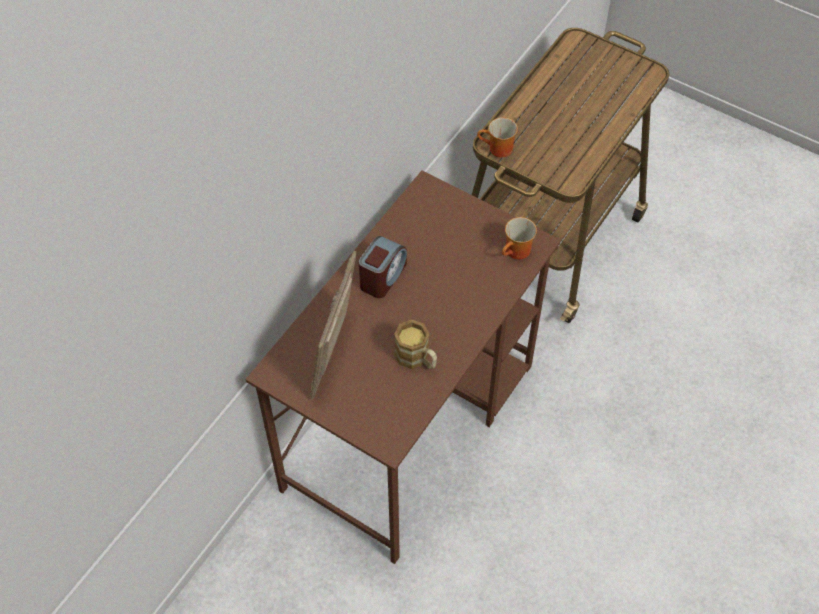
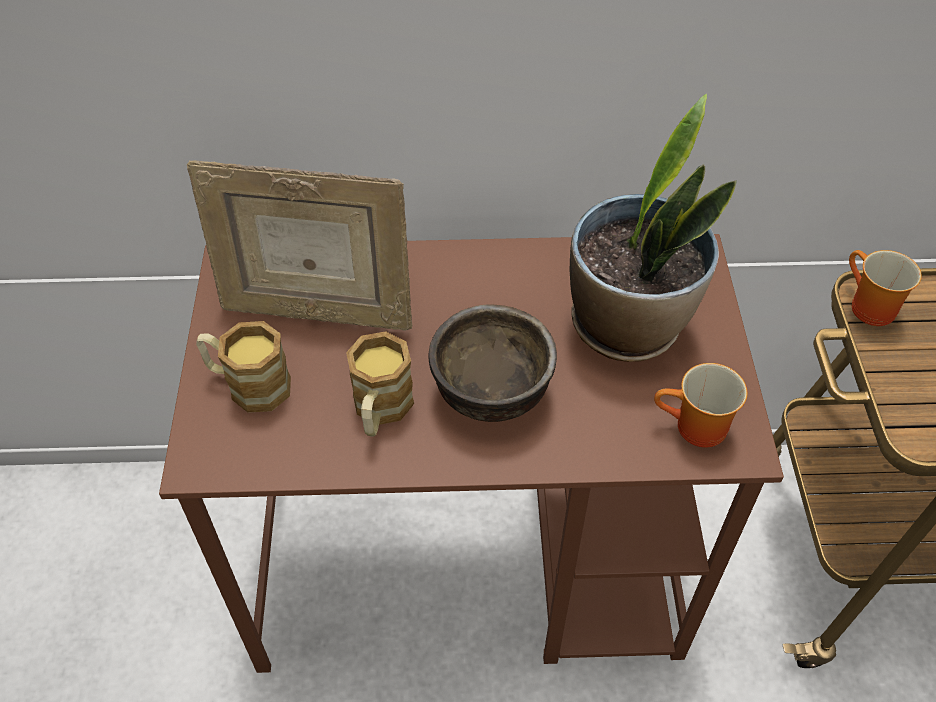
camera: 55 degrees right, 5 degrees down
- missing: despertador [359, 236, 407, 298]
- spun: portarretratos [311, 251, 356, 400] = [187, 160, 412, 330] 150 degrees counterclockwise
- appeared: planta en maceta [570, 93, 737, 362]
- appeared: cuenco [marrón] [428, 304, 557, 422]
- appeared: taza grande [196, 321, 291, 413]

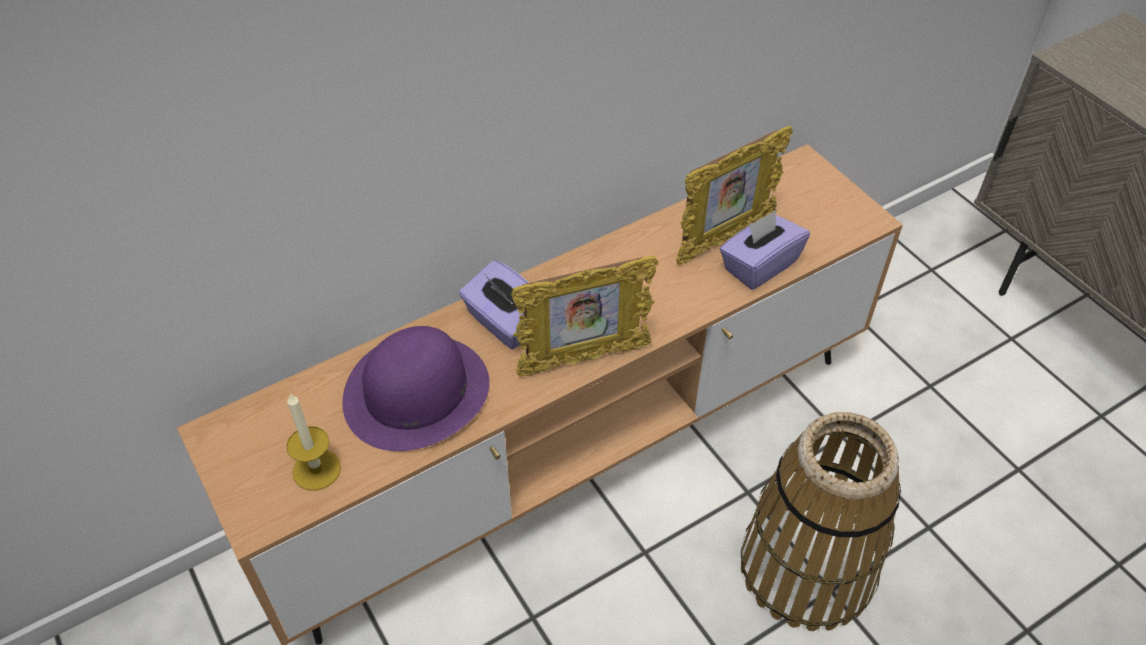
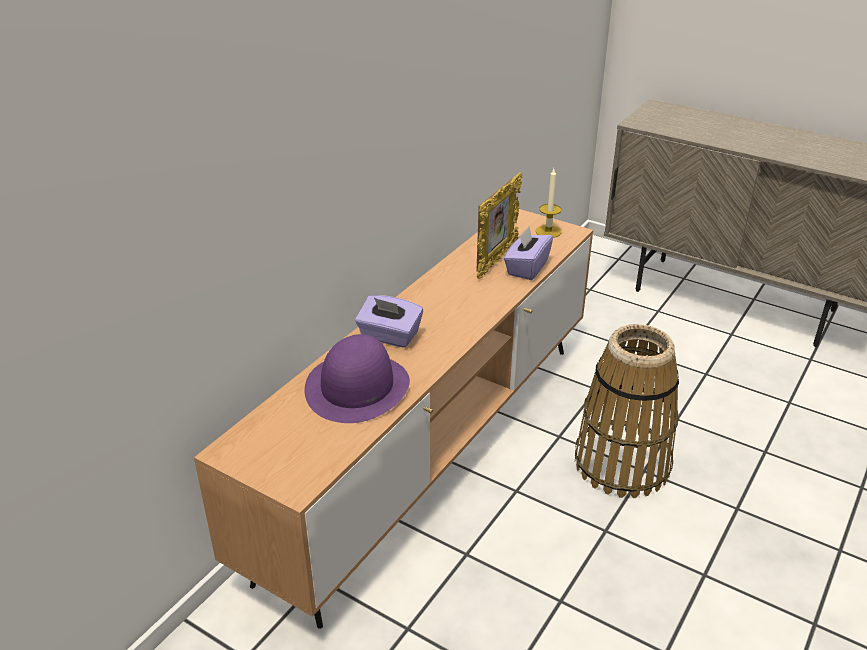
camera: 25 degrees left, 15 degrees down
- missing: portarretratos [511, 255, 658, 377]
- relocated: vela [286, 393, 341, 491] to [536, 169, 562, 238]

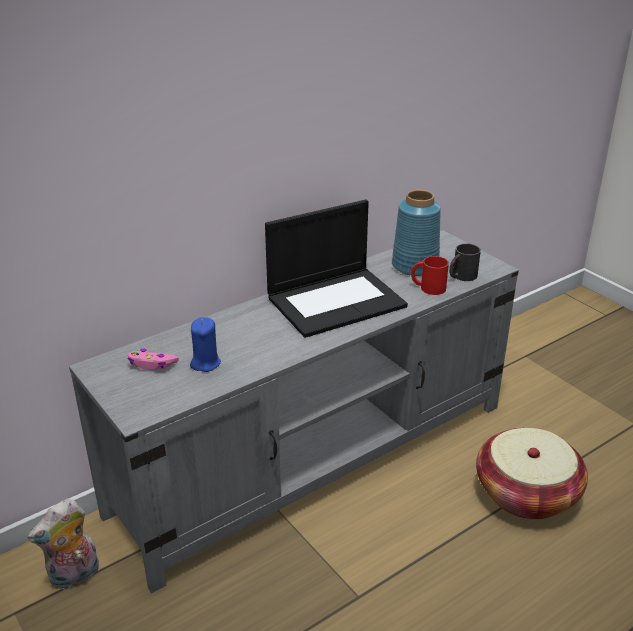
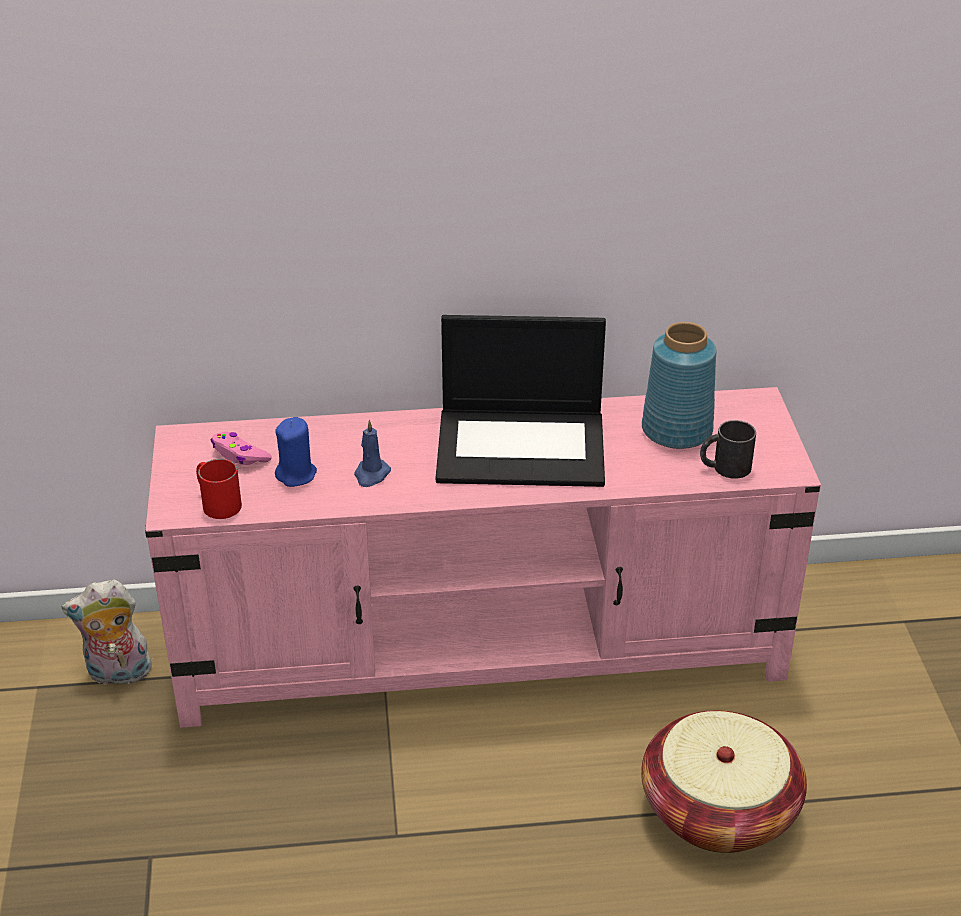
camera: 30 degrees right, 5 degrees up
- colour: mueble de televisión [gris] [69, 230, 519, 593] to mueble de televisión [rosa] [145, 387, 821, 728]
- relocated: taza grande [rojo] [411, 256, 449, 295] to [196, 459, 242, 519]
- appeared: vela [azul] [354, 420, 391, 487]

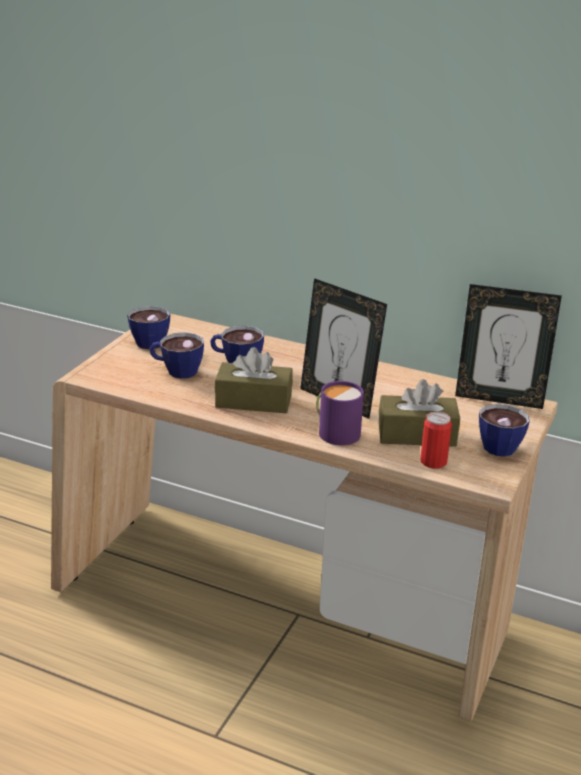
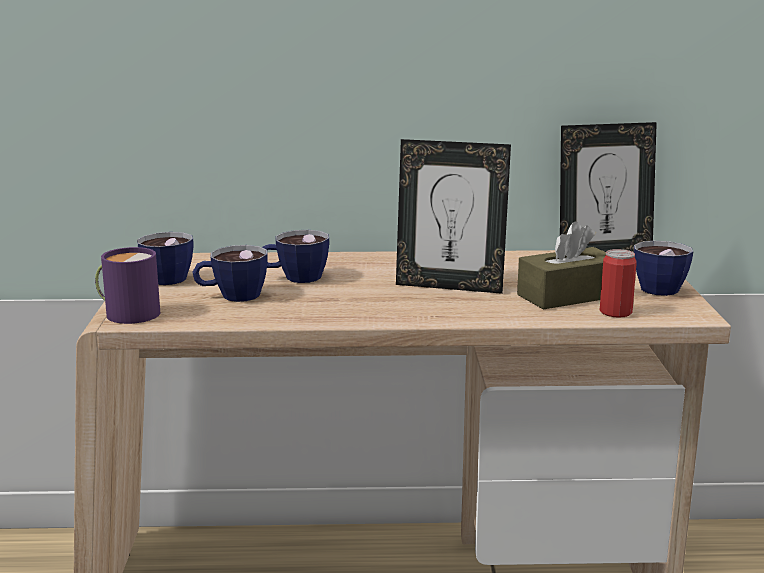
camera: 25 degrees left, 10 degrees down
- missing: caja de pañuelos [marrón] [215, 347, 293, 413]
- relocated: taza grande [morado] [316, 381, 364, 445] to [95, 247, 160, 324]

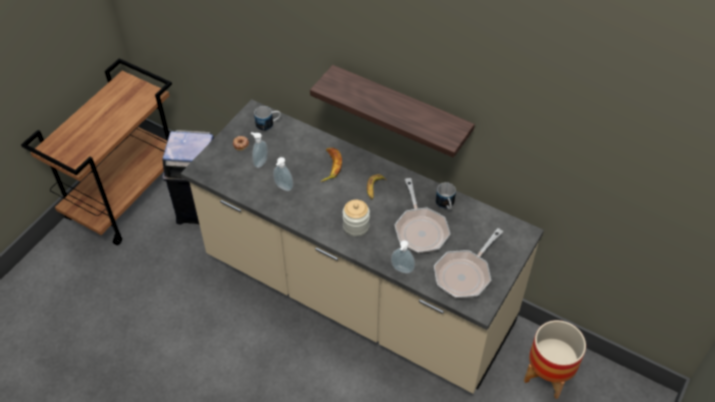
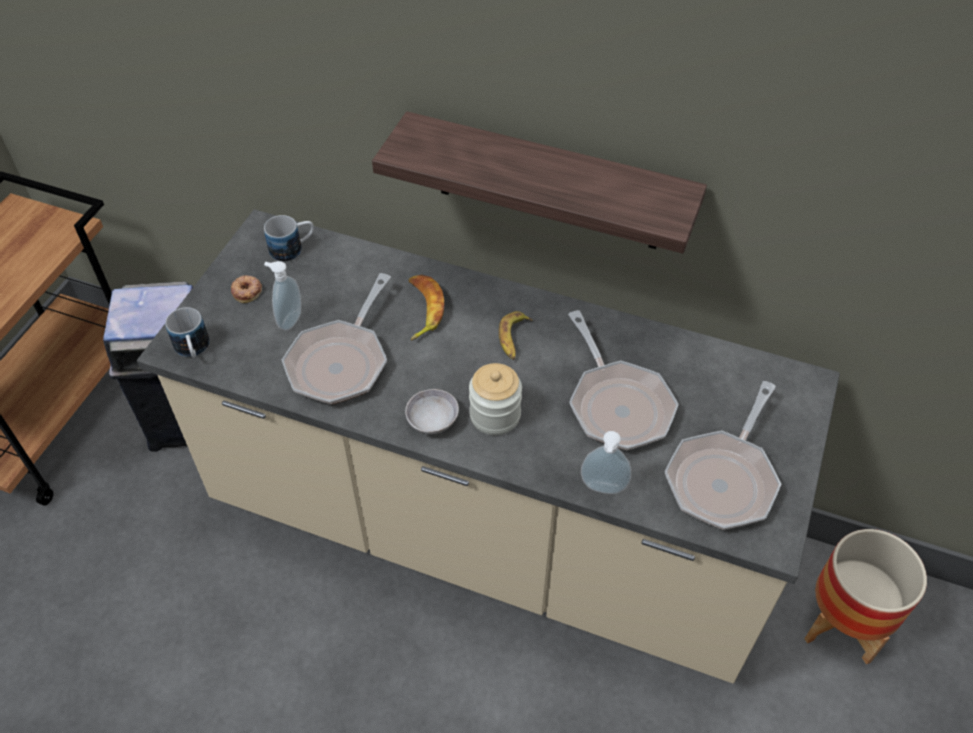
camera: 10 degrees left, 0 degrees up
- exchanged: dispensador de jabón [273, 157, 294, 191] to sartén [282, 273, 391, 404]
- relocated: taza grande [435, 182, 456, 210] to [165, 307, 210, 358]
- appeared: cuenco [gris] [405, 389, 459, 434]

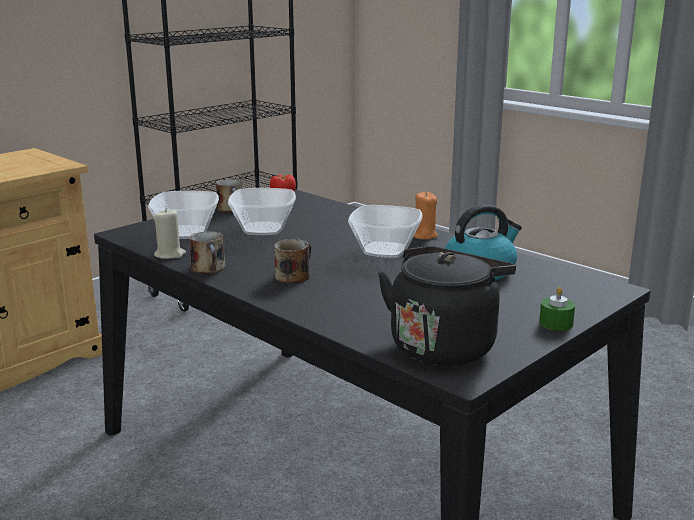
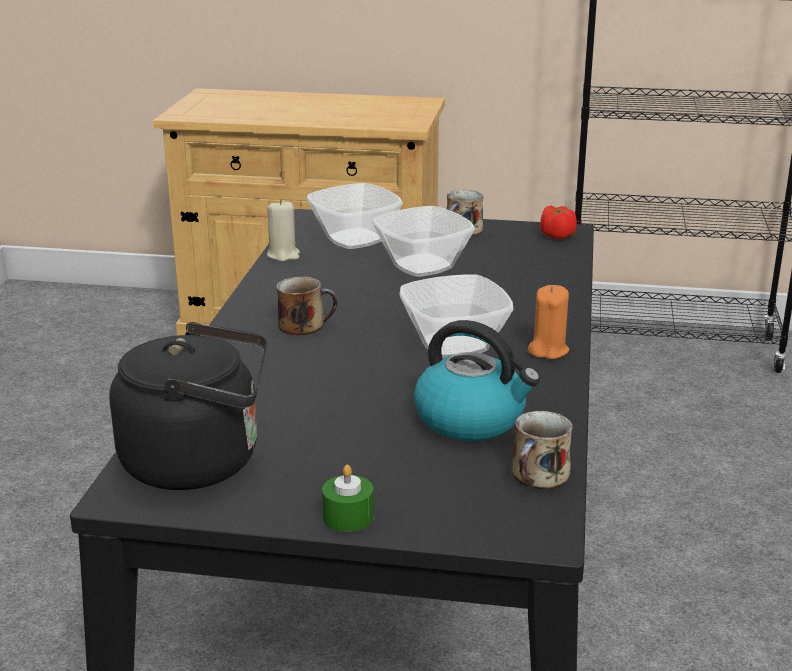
camera: 55 degrees right, 5 degrees up
- relocated: taza grande [189, 231, 225, 274] to [511, 411, 573, 489]

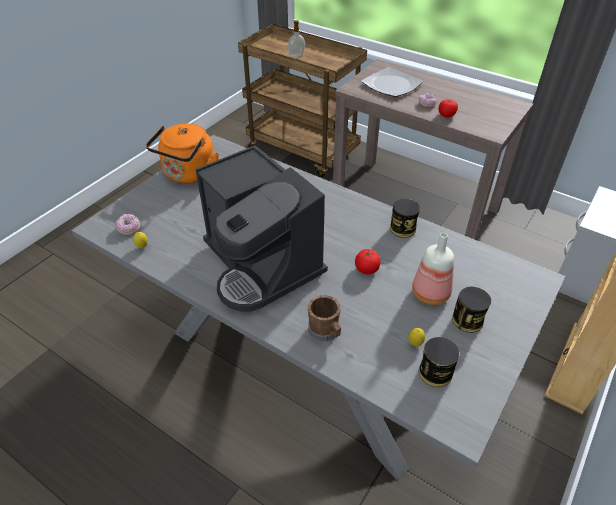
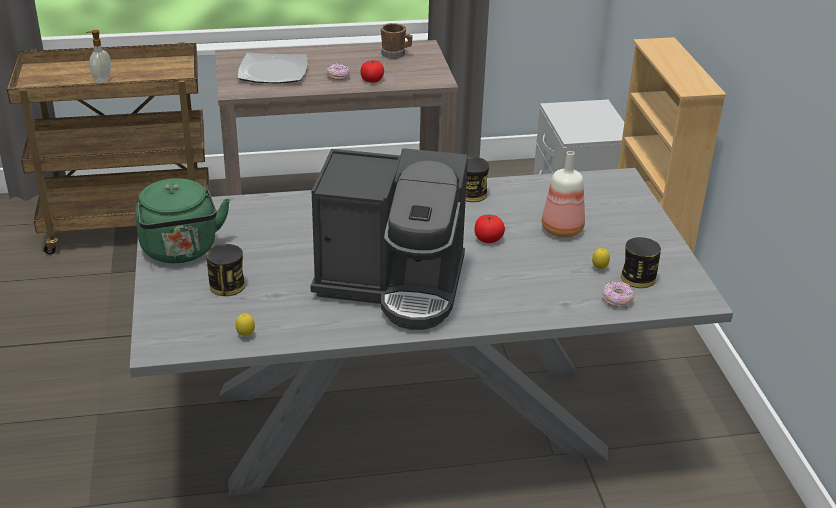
camera: 45 degrees left, 10 degrees down
- colour: hervidor [naranja] [146, 124, 219, 184] to hervidor [verde] [135, 178, 230, 263]
- relocated: rosquilla [115, 214, 140, 235] to [602, 282, 634, 307]
- relocated: lata [452, 287, 491, 333] to [206, 244, 245, 296]
- relocated: taza grande [marrón] [308, 295, 341, 342] to [381, 23, 413, 59]

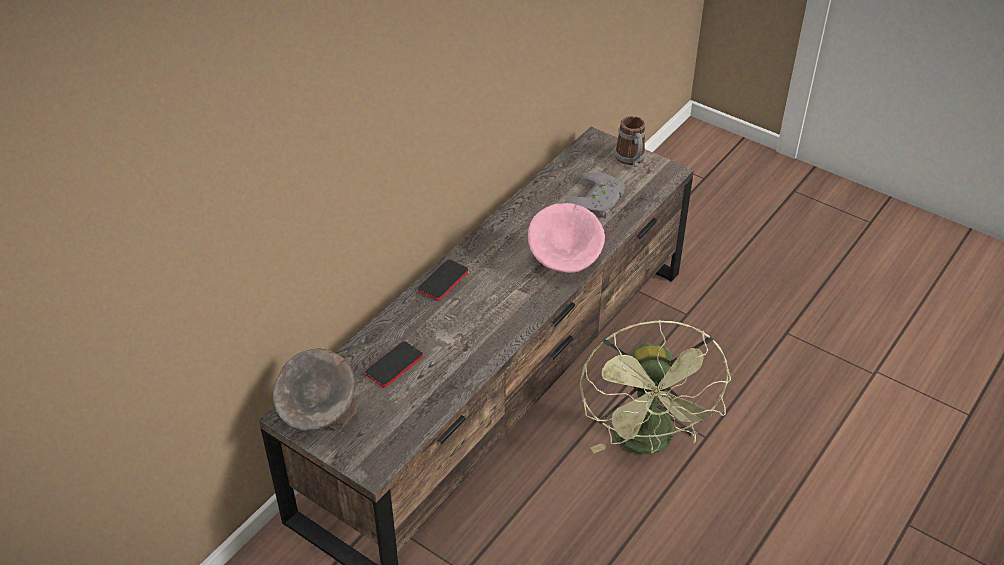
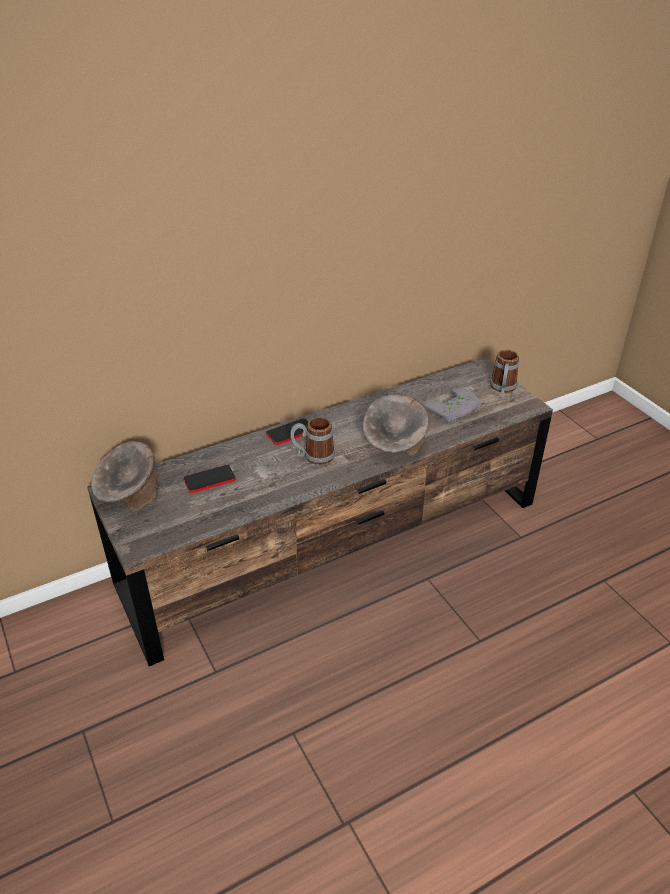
camera: 25 degrees right, 5 degrees down
- colour: cuenco [rosa] [528, 203, 605, 273] to cuenco [gris] [362, 394, 430, 456]
- missing: ventilador [verde] [580, 320, 731, 454]
- appeared: taza grande [290, 417, 335, 465]

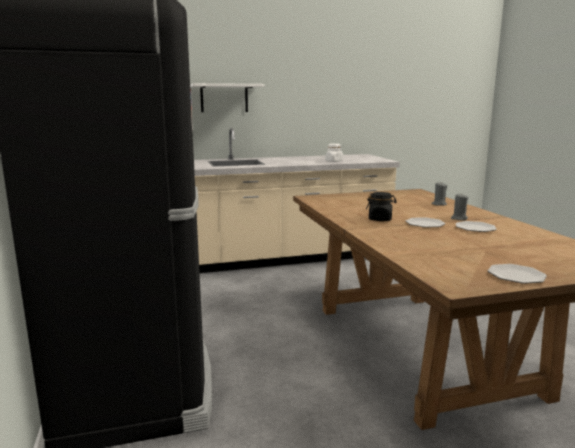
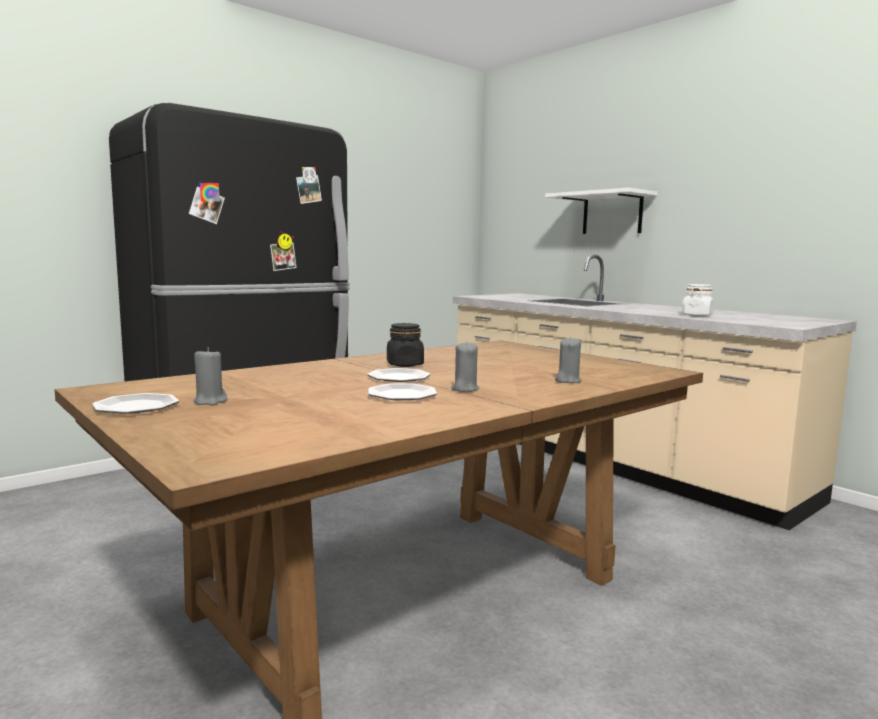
camera: 65 degrees right, 5 degrees down
- appeared: vela [gris] [193, 347, 227, 405]

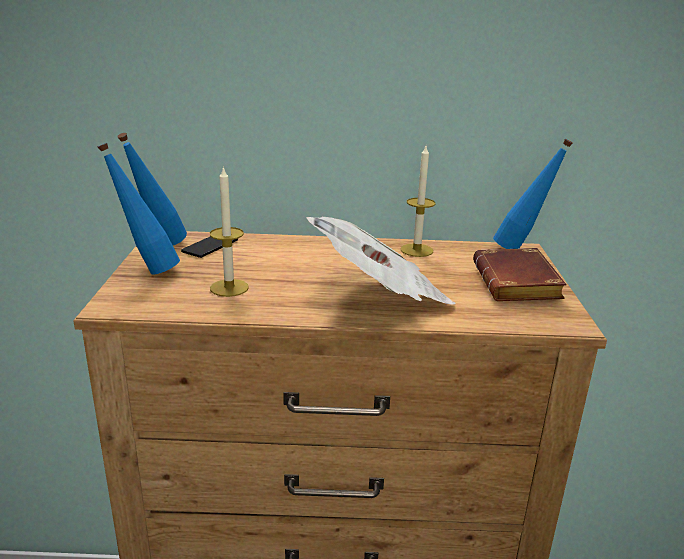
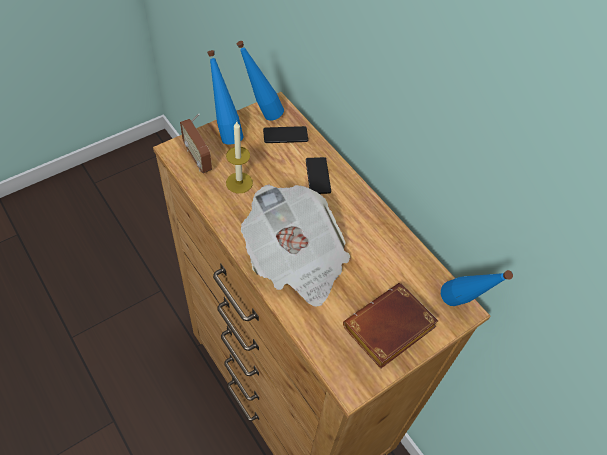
camera: 50 degrees right, 30 degrees up
- missing: vela [401, 146, 435, 257]
- appeared: radio [180, 113, 212, 173]
- appeared: móvil [306, 157, 331, 194]

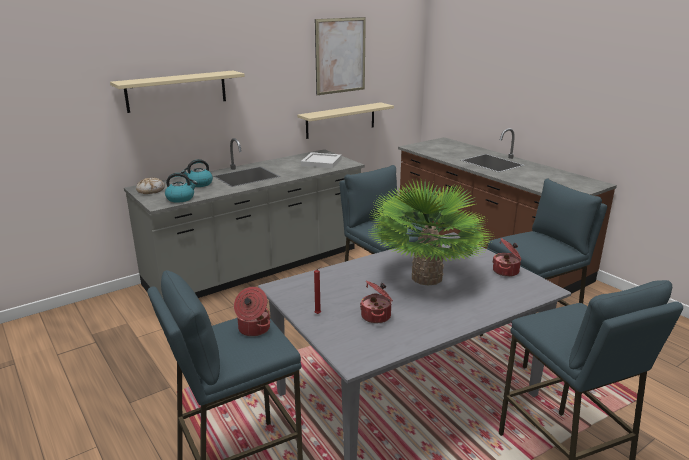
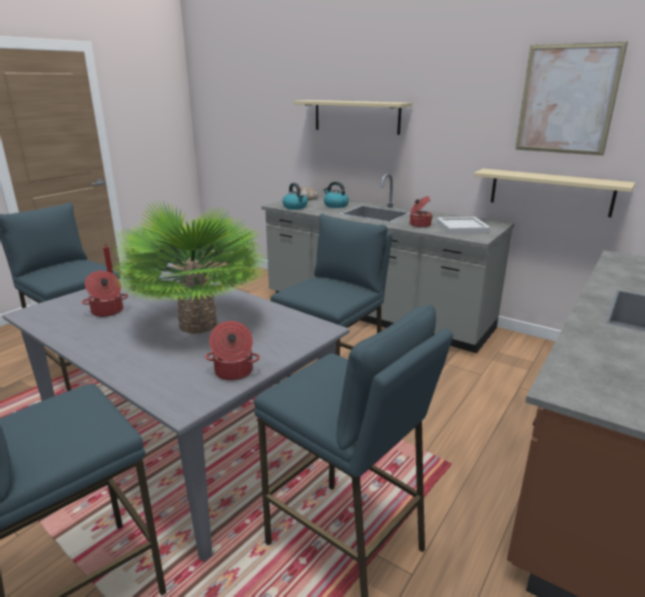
camera: 70 degrees right, 0 degrees up
- relocated: olla [234, 287, 270, 337] to [410, 196, 433, 228]

